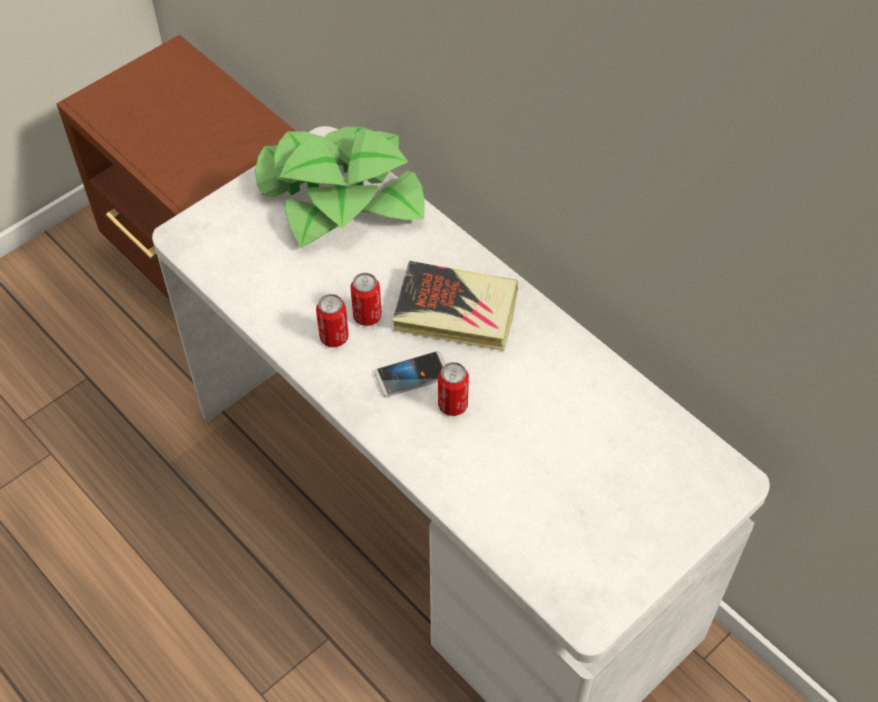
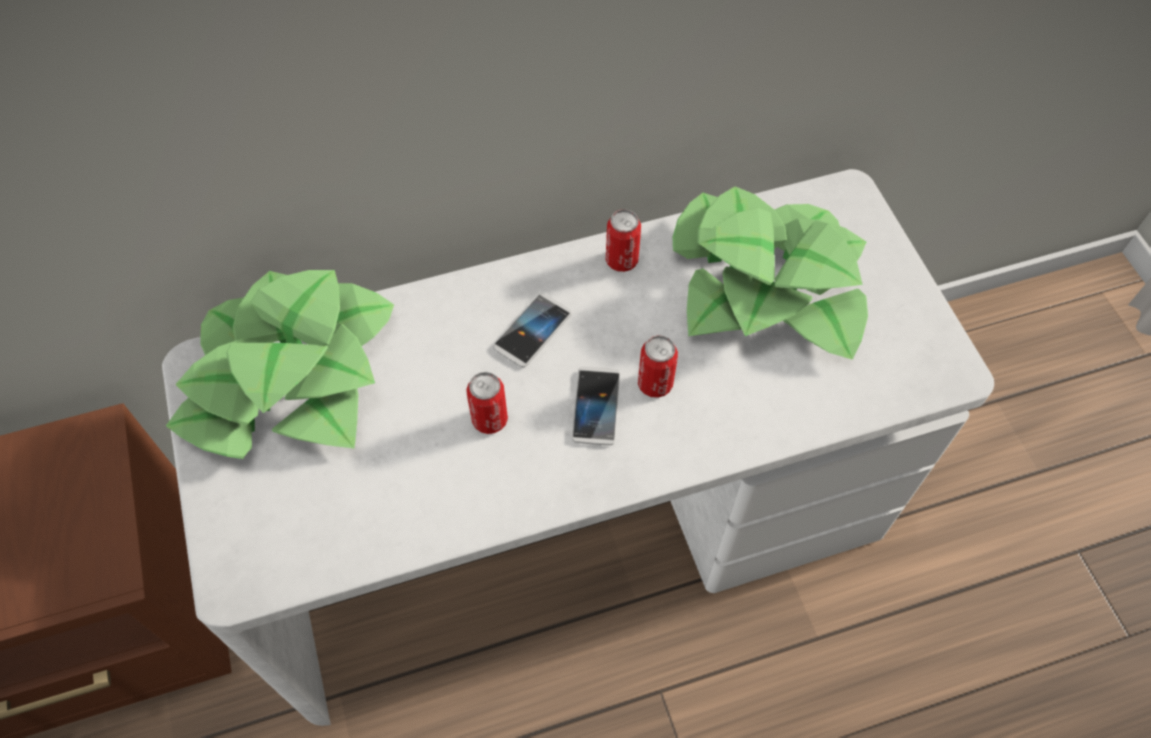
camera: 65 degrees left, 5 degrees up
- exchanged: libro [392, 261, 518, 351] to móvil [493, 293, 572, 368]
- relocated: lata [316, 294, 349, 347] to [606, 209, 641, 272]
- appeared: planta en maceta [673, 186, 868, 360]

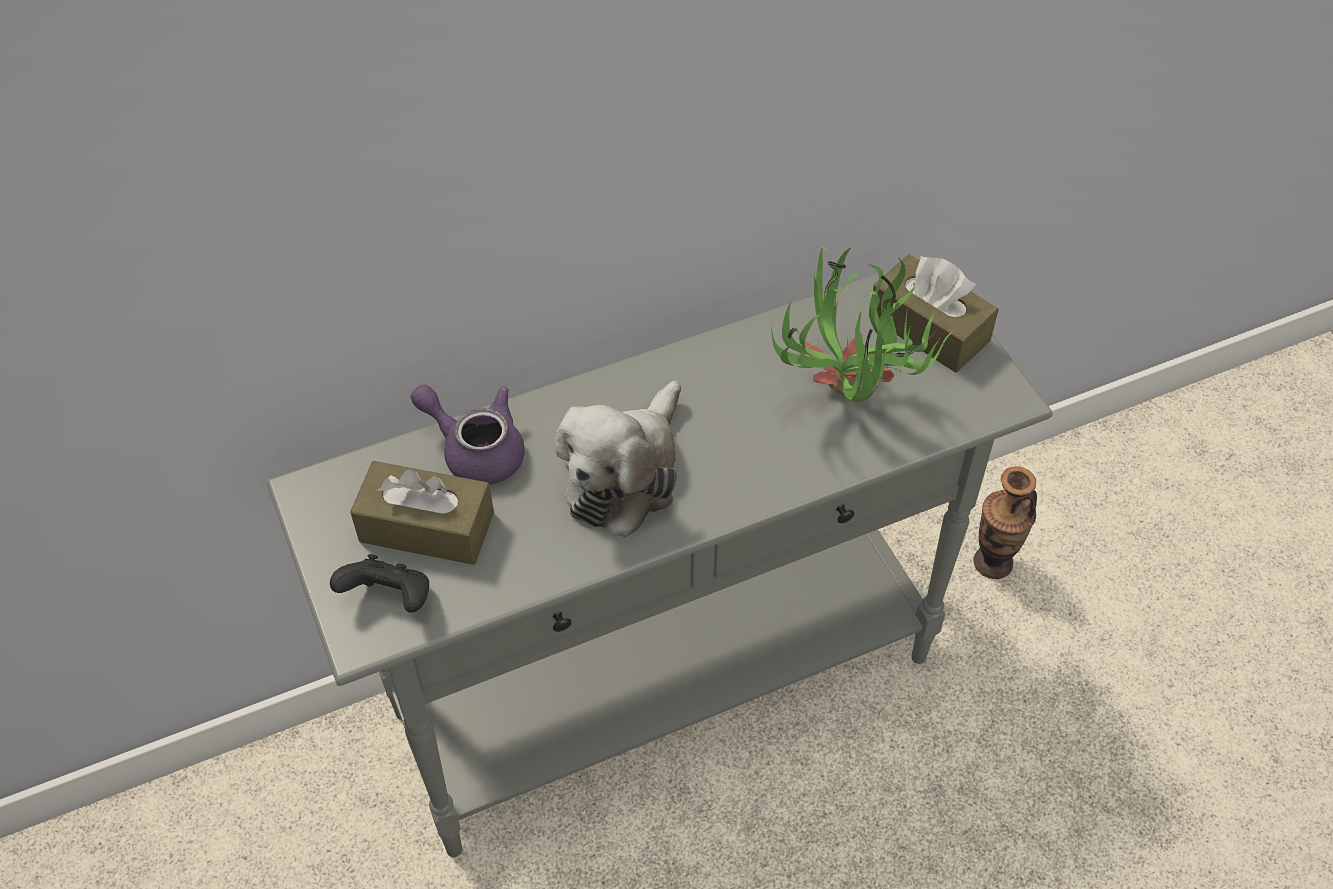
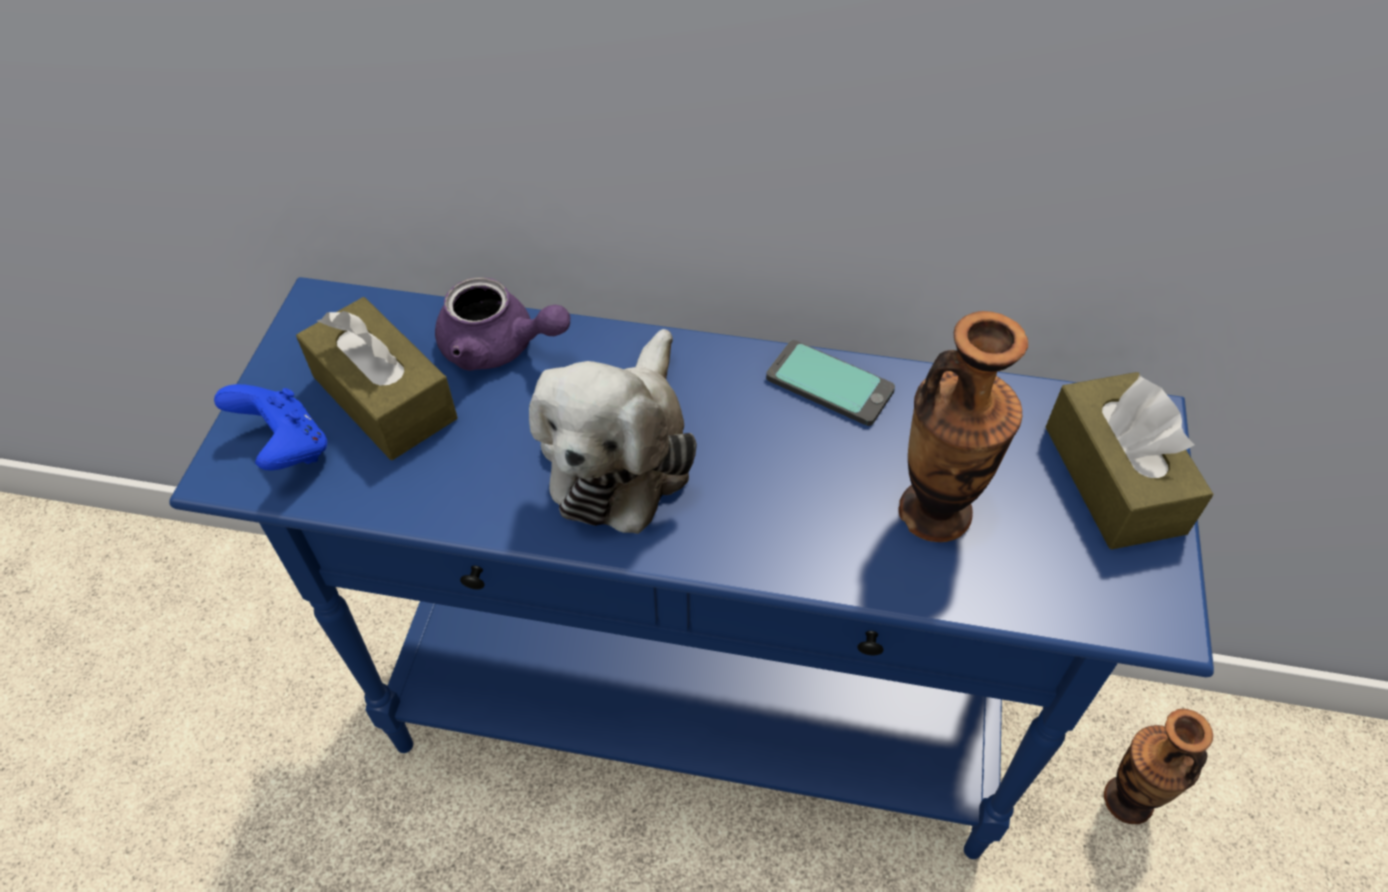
camera: 35 degrees right, 0 degrees up
- exchanged: planta en maceta [771, 247, 955, 402] to florero [898, 311, 1028, 542]
- colour: mesa consola [gris] [266, 256, 1053, 857] to mesa consola [azul] [170, 277, 1214, 859]
- spun: peluche [555, 381, 681, 538] = [529, 329, 697, 534] 45 degrees counterclockwise
- spun: tetera [morado] [410, 384, 524, 485] = [435, 277, 570, 371] 135 degrees clockwise
- colour: mando de consola [negro] [330, 554, 429, 612] to mando de consola [azul] [214, 384, 327, 471]
- appeared: móvil [766, 340, 895, 426]

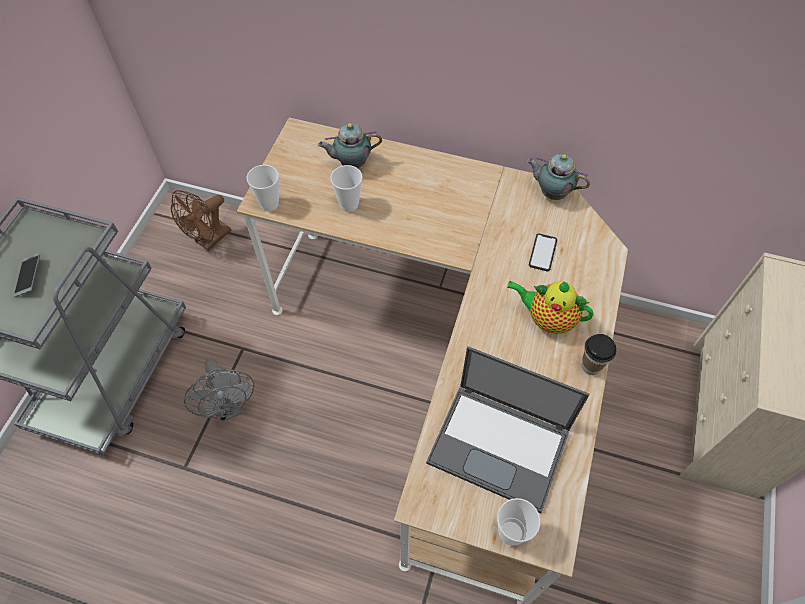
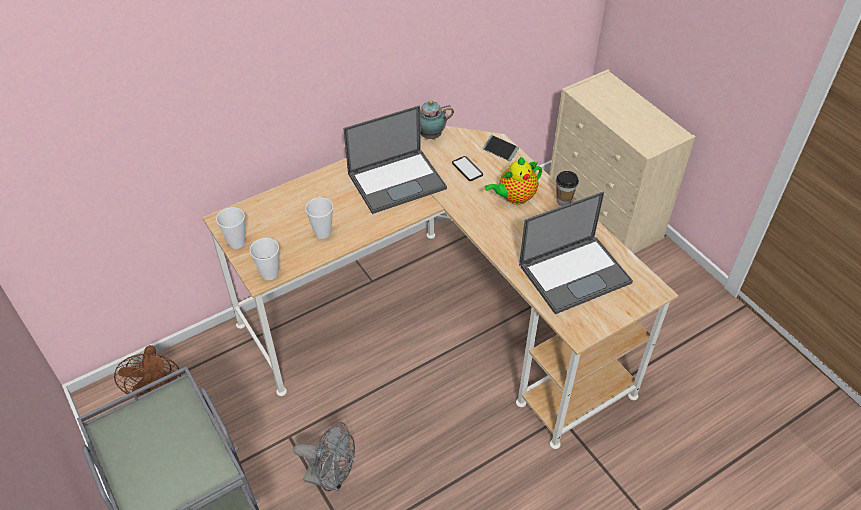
camera: 50 degrees left, 10 degrees down
- missing: tetera [318, 123, 382, 168]
- relocated: móvil [14, 253, 40, 297] to [483, 135, 519, 161]
- relocated: taza [497, 498, 540, 546] to [216, 207, 246, 249]
- appeared: portátil [343, 105, 447, 214]

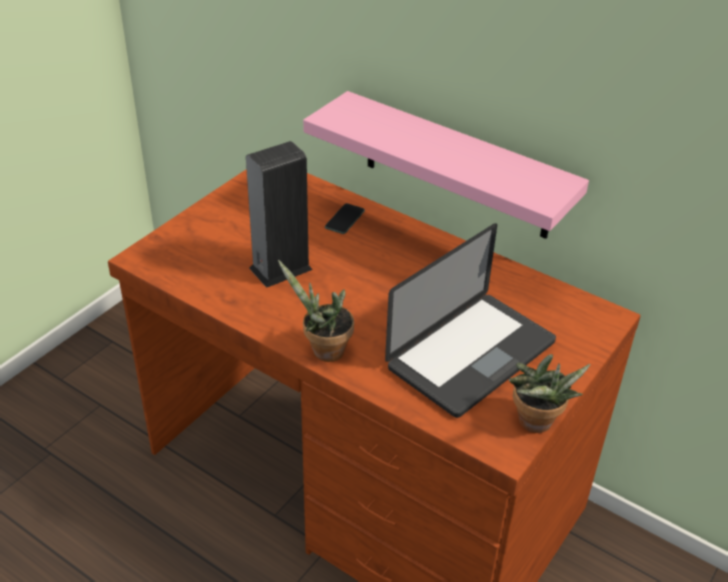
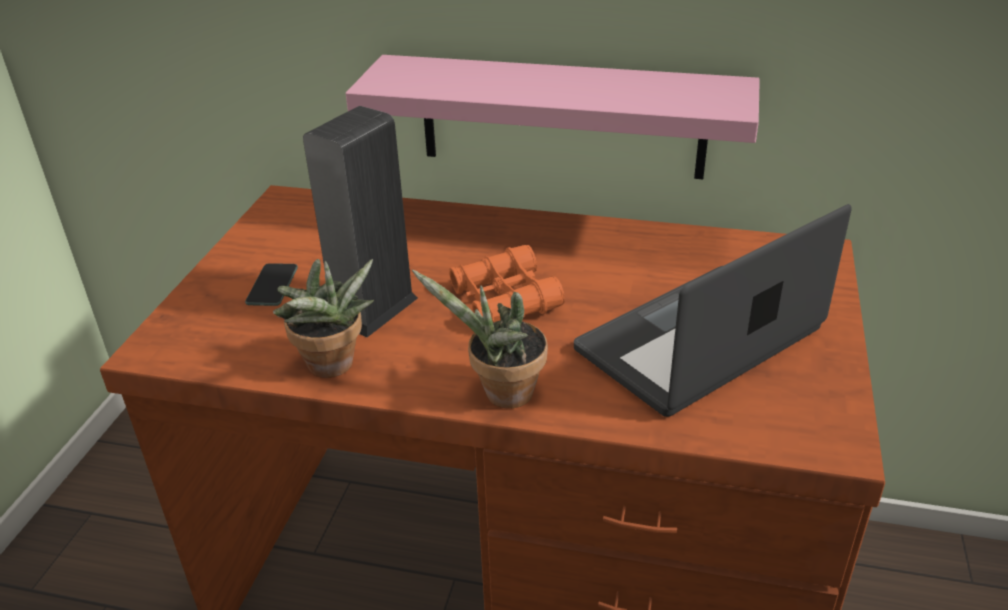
camera: 20 degrees left, 5 degrees down
- relocated: móvil [325, 203, 365, 234] to [245, 263, 298, 306]
- spun: portátil [385, 223, 556, 418] = [574, 204, 852, 417] 150 degrees counterclockwise
- relocated: planta en maceta [509, 354, 590, 433] to [273, 259, 374, 378]
- appeared: prismáticos [naranja] [449, 245, 565, 322]

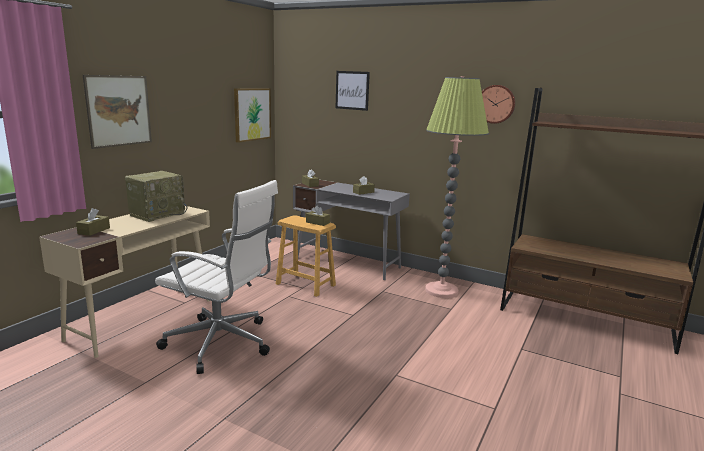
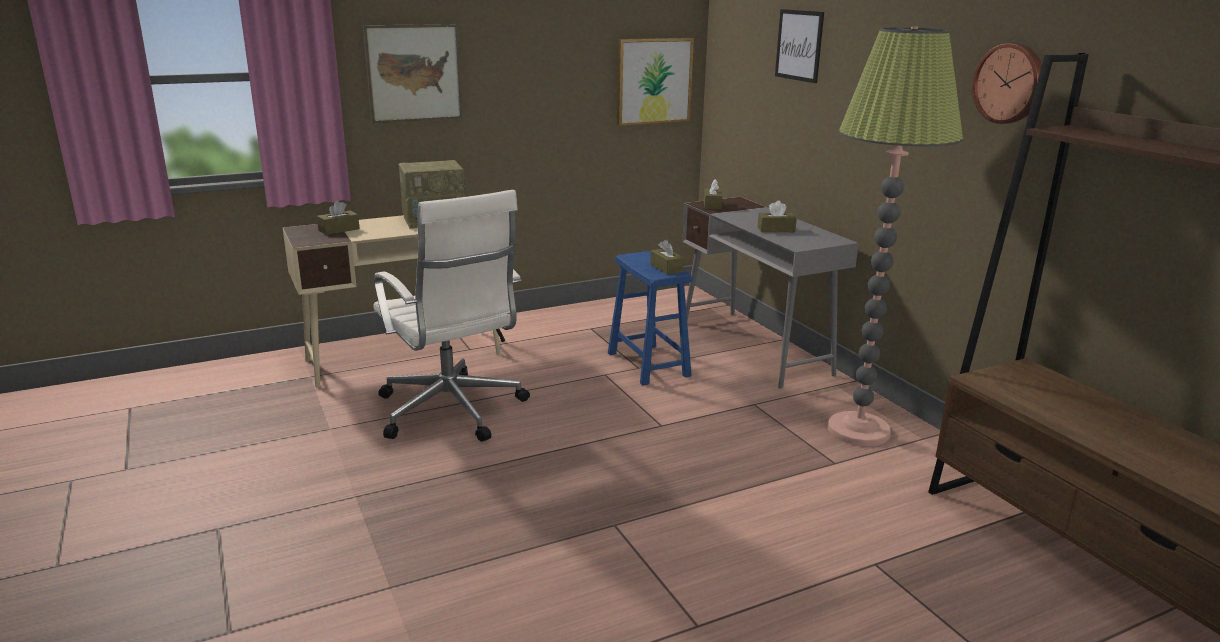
camera: 35 degrees right, 5 degrees up
- colour: taburete [marrón] [276, 215, 336, 297] to taburete [azul] [608, 251, 692, 386]

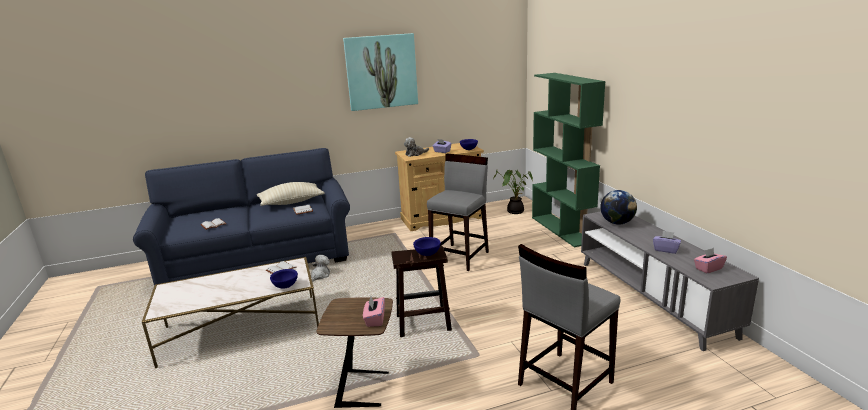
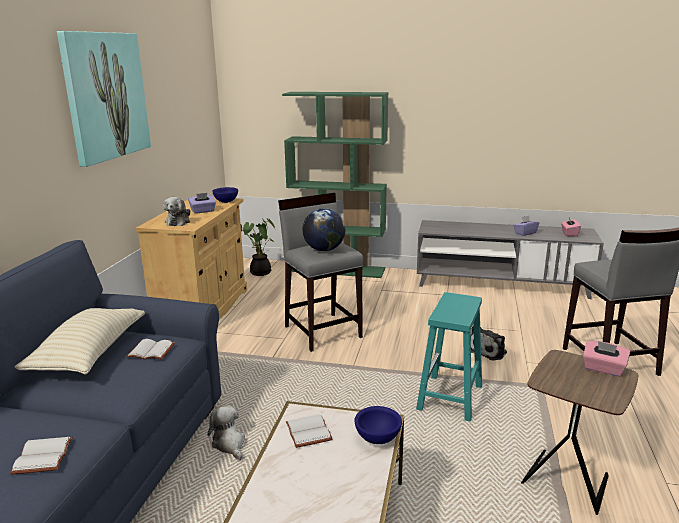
camera: 60 degrees left, 0 degrees up
- relocated: globo terráqueo [600, 190, 637, 225] to [303, 208, 345, 251]
- missing: cuenco [azul] [413, 237, 441, 256]
- colour: taburete [marrón] [391, 246, 452, 337] to taburete [turquesa] [416, 292, 482, 422]
- appeared: peluche [471, 326, 507, 361]

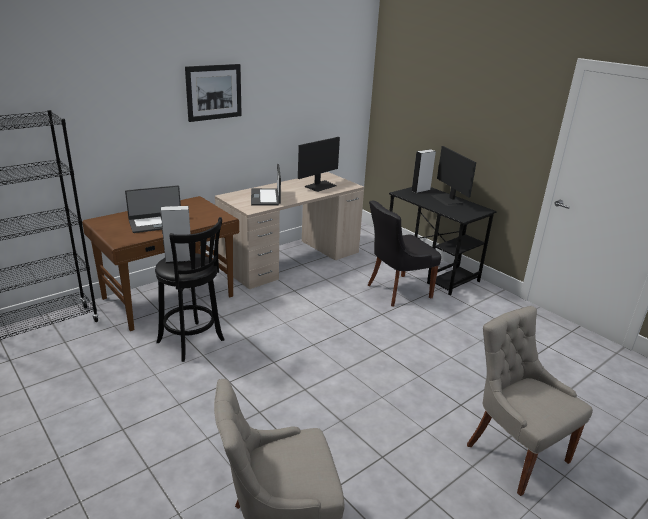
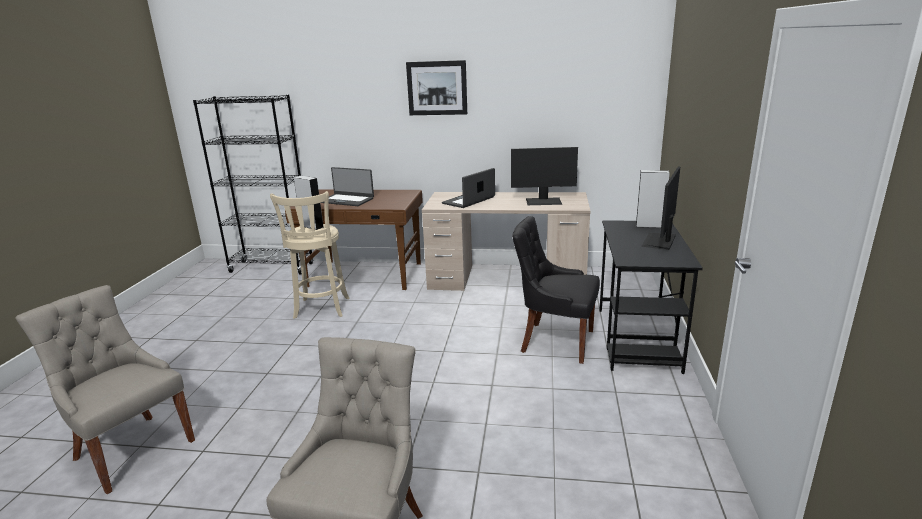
camera: 50 degrees right, 5 degrees down
- colour: taburete [negro] [155, 217, 224, 362] to taburete [beis] [270, 191, 350, 319]

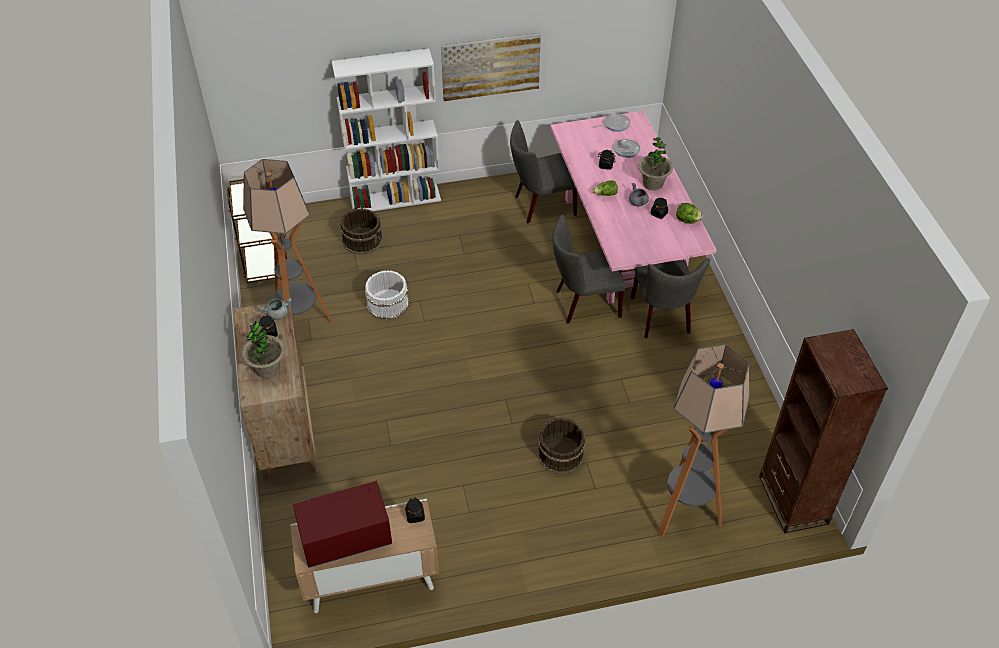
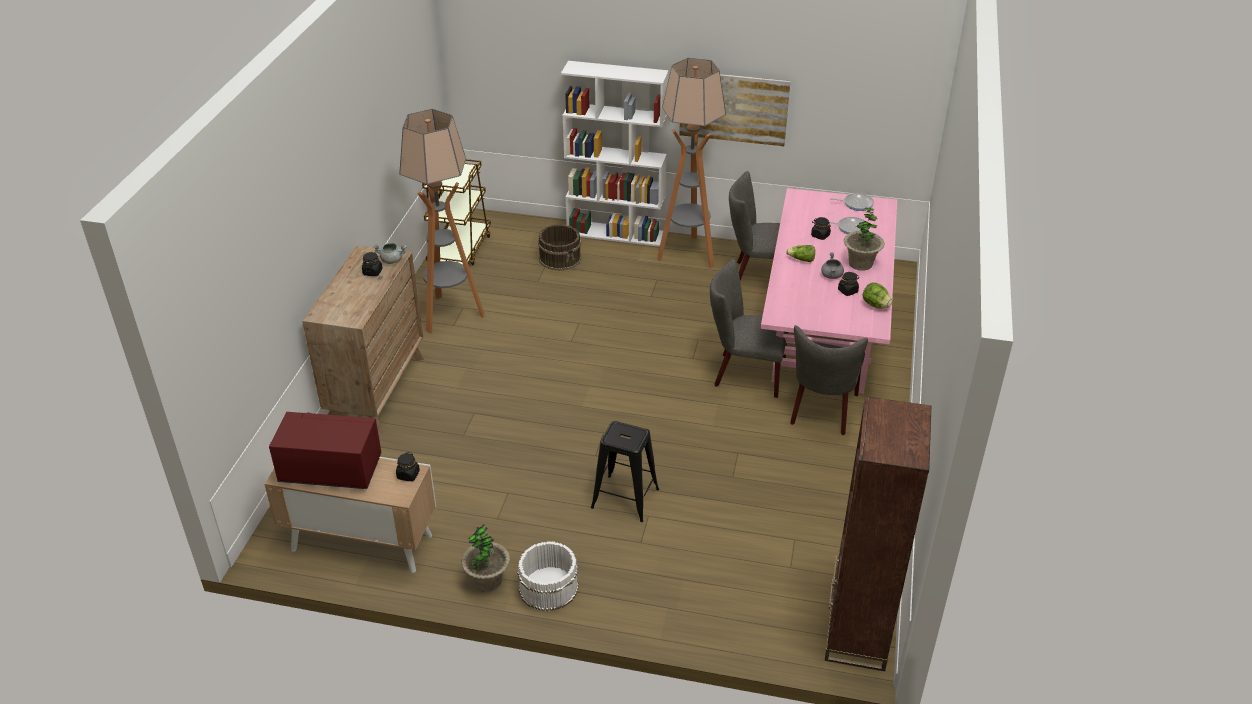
camera: 25 degrees right, 10 degrees down
- relocated: cubo [blanco] [365, 270, 409, 320] to [517, 541, 578, 611]
- relocated: planta en maceta [242, 321, 285, 378] to [461, 524, 510, 592]
- relocated: lámpara de pie [657, 344, 750, 537] to [657, 58, 726, 268]
- exchanged: cubo [marrón] [537, 418, 586, 474] to taburete [negro] [591, 421, 659, 522]

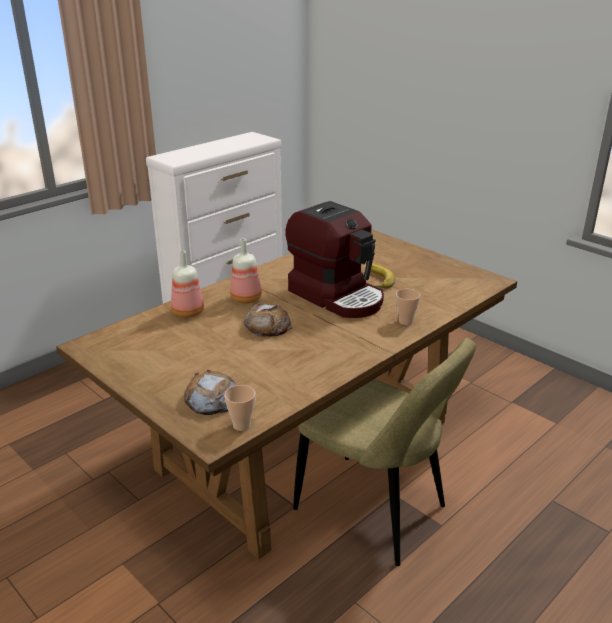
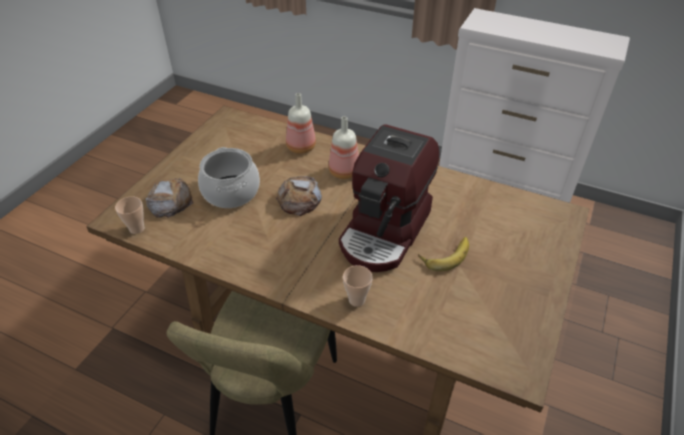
camera: 70 degrees right, 15 degrees up
- appeared: olla [198, 147, 260, 208]

